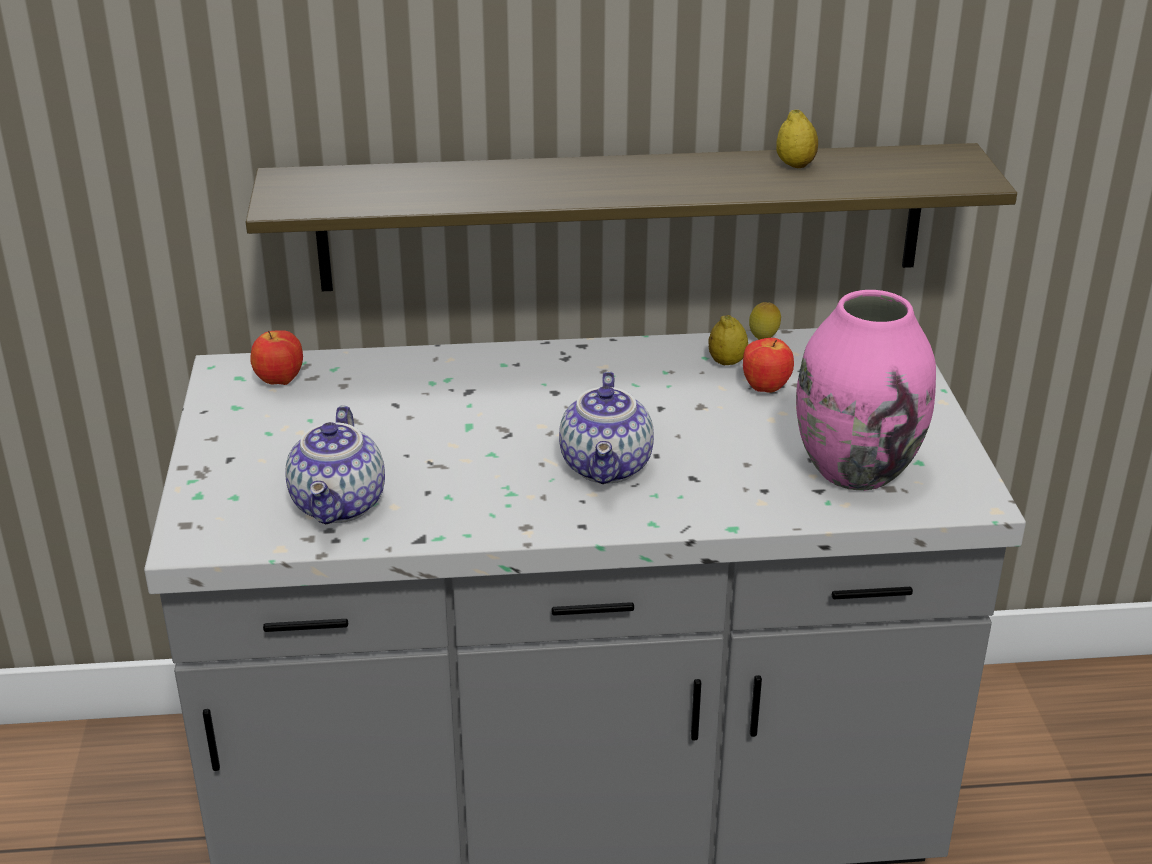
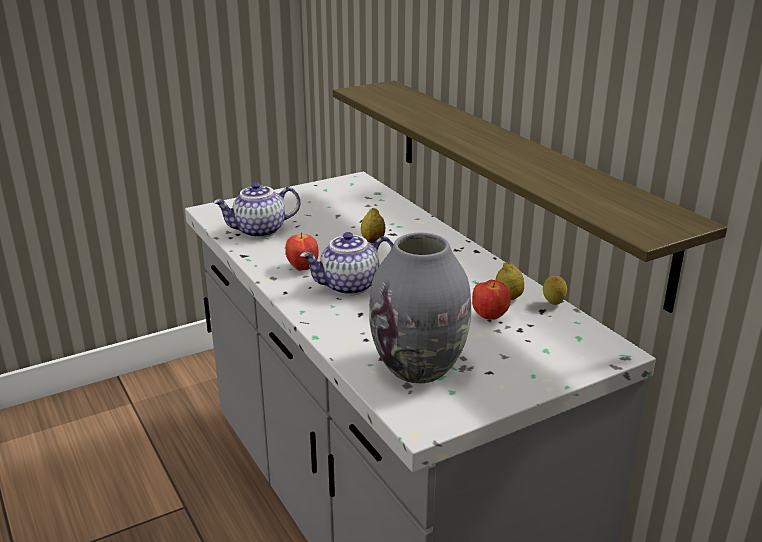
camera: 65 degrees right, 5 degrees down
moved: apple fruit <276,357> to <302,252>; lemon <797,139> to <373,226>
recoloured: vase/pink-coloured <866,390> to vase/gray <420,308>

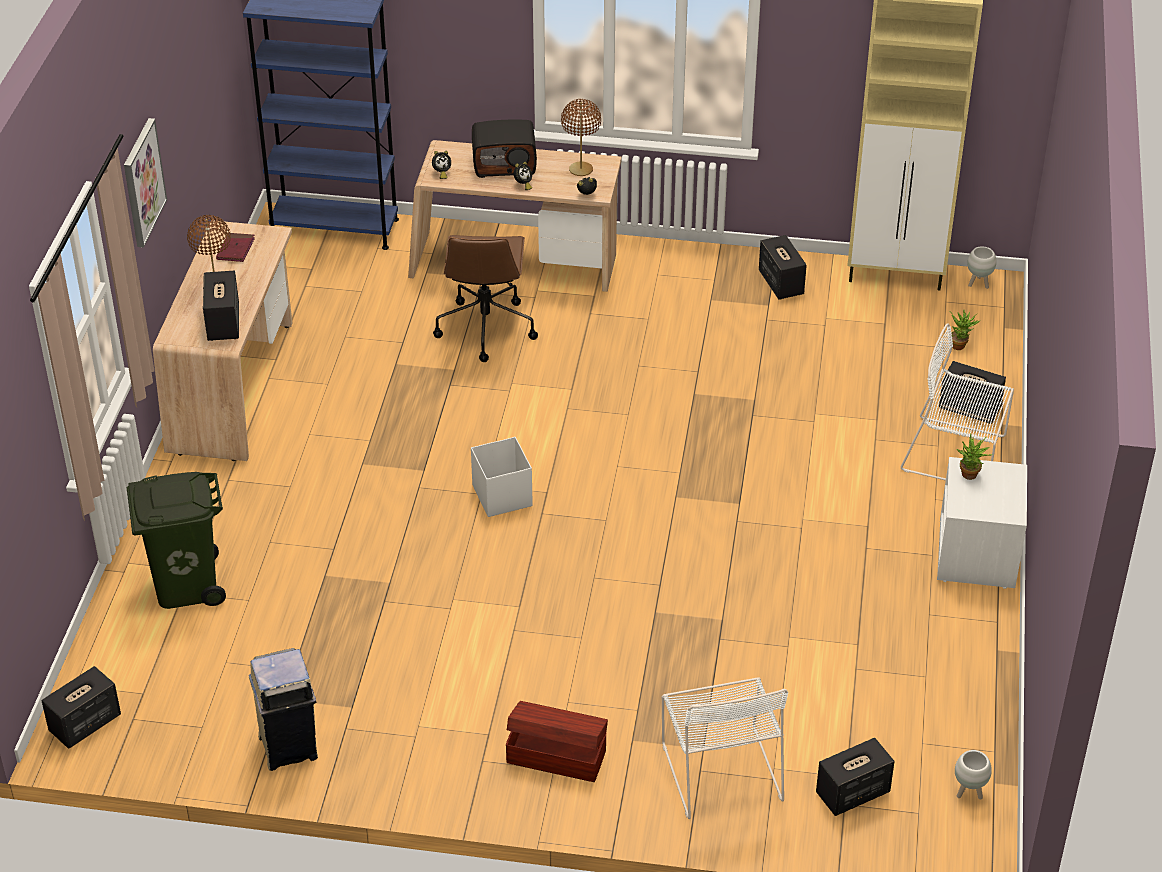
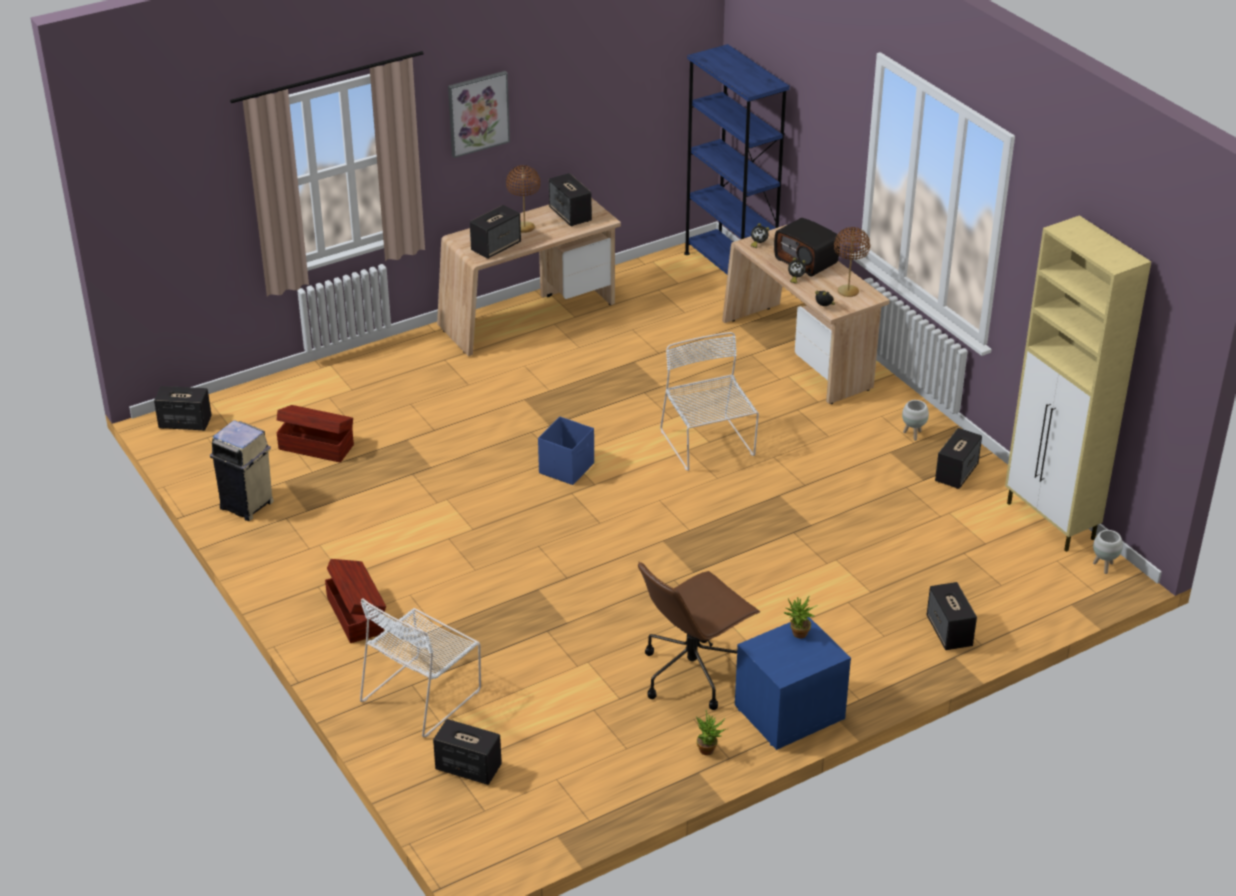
camera: 50 degrees right, 5 degrees down
removed: trash can/green-coloured <176,540>
added: storage bin/brown <315,434>
moved: desk chair/brown <485,298> to <699,636>; upright chair/white <957,402> to <709,401>; plant in a pot <964,329> to <711,732>; flower pot/white <973,774> to <915,420>
replaced: bound book/red-coloured <235,247> to loudspeaker <570,200>
recoloured: storage bin/white <502,477> to storage bin/bluish <566,451>; night table/white <982,523> to night table/bluish <793,683>

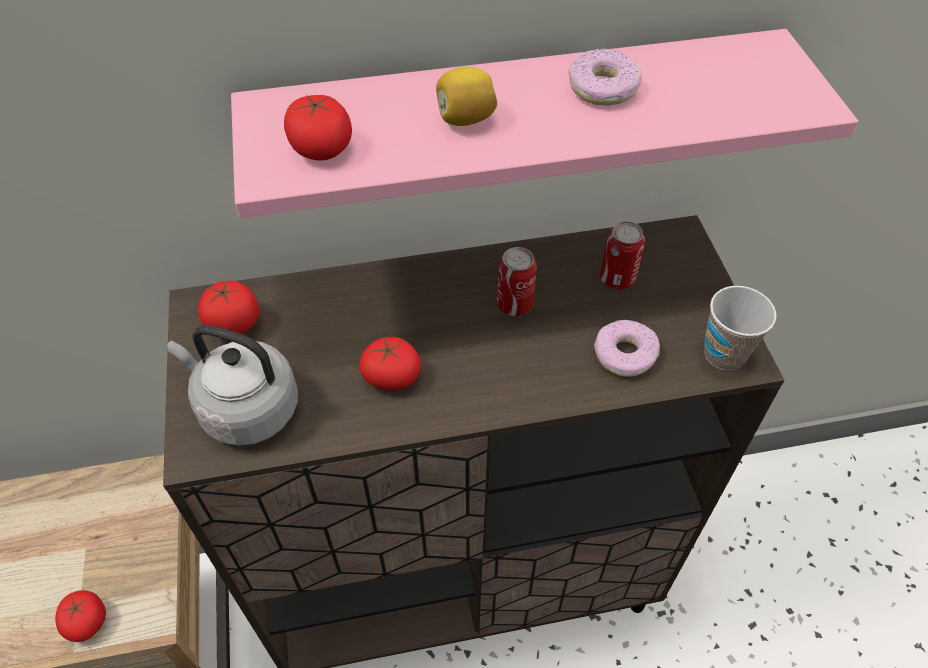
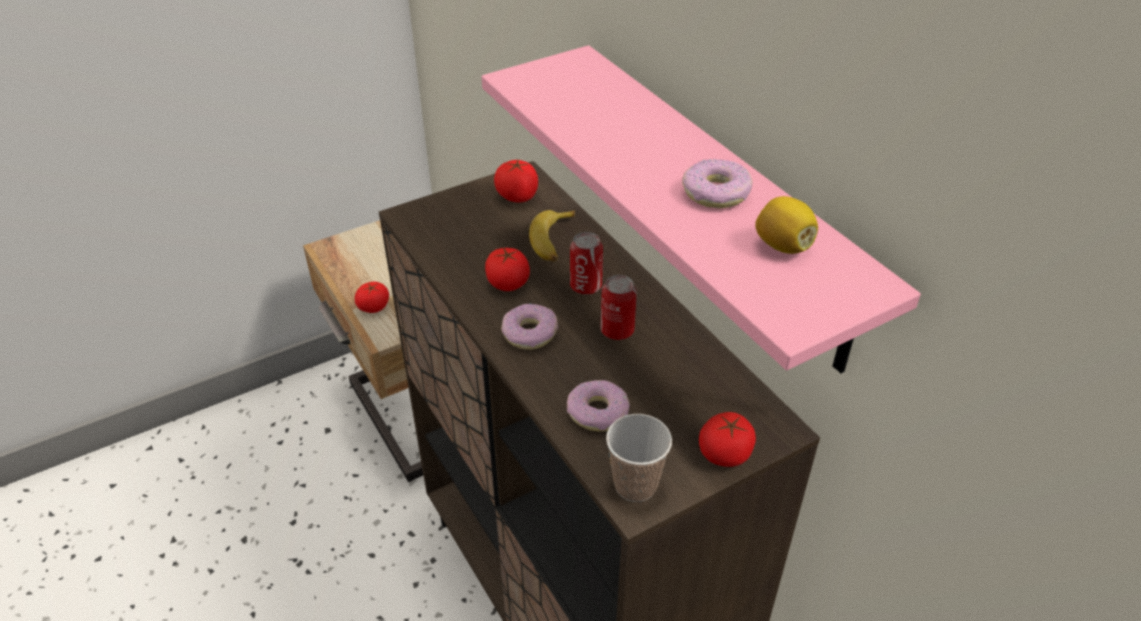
camera: 70 degrees right, 10 degrees down
removed: water kettle/gray <232,385>
added: donut <529,326>; banana <552,236>
moved: whole tomato <318,127> to <727,439>; lemon <466,96> to <786,225>; metal can <622,255> to <586,263>

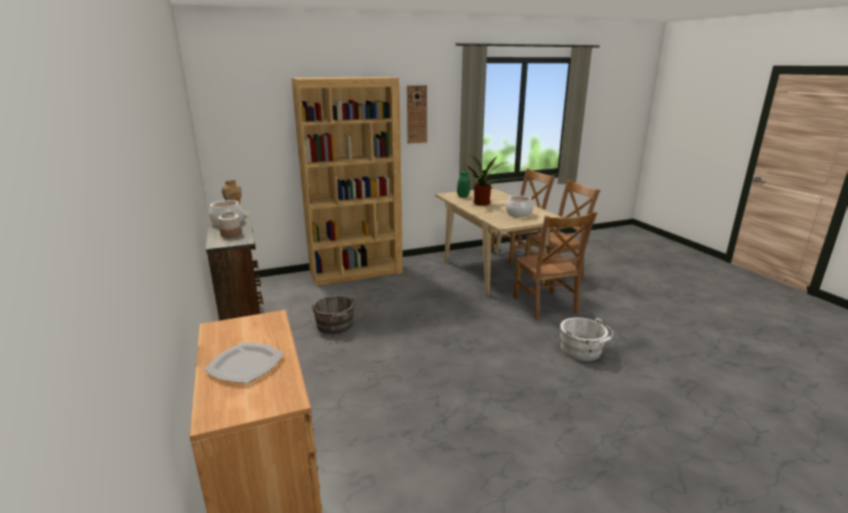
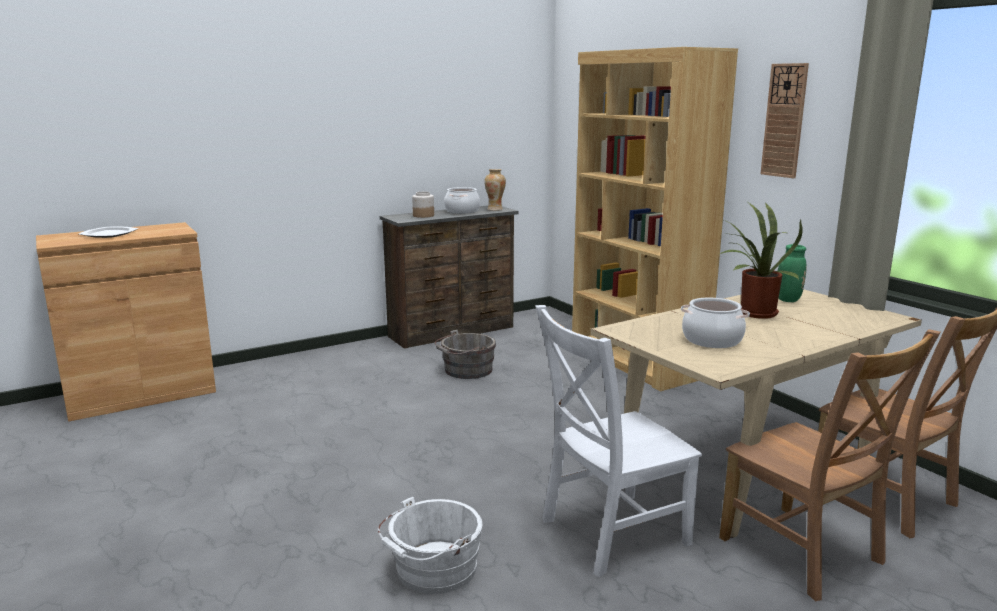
camera: 80 degrees right, 5 degrees down
recoloured: upright chair/brown <555,265> to upright chair/white <618,441>

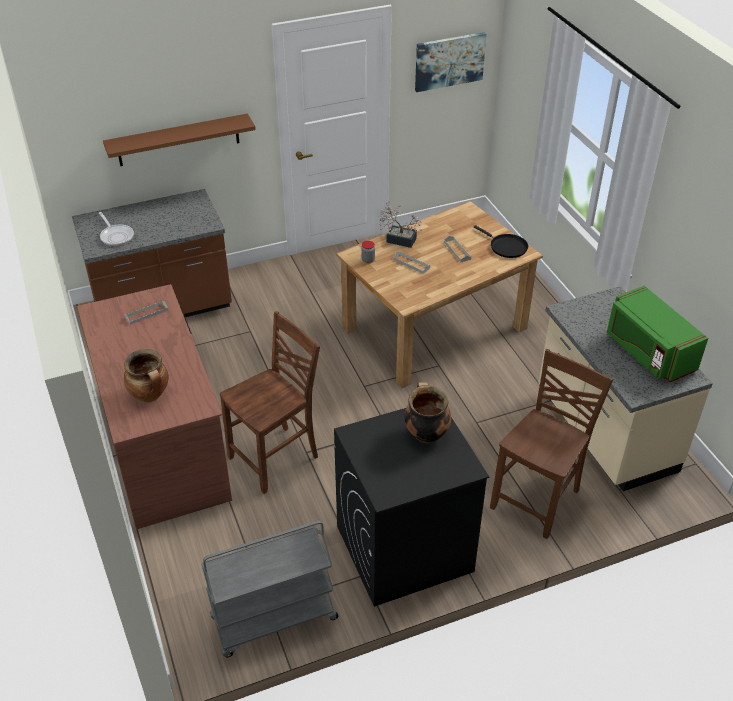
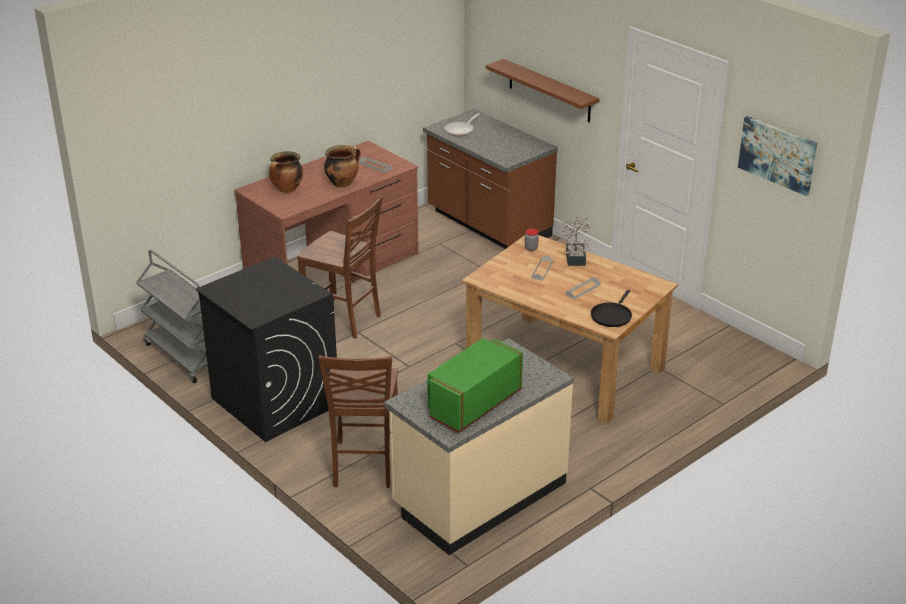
camera: 70 degrees right, 10 degrees down
moved: saucepot <427,412> to <342,166>
turned: upright chair/brown <551,444> = <358,421> 75 degrees clockwise

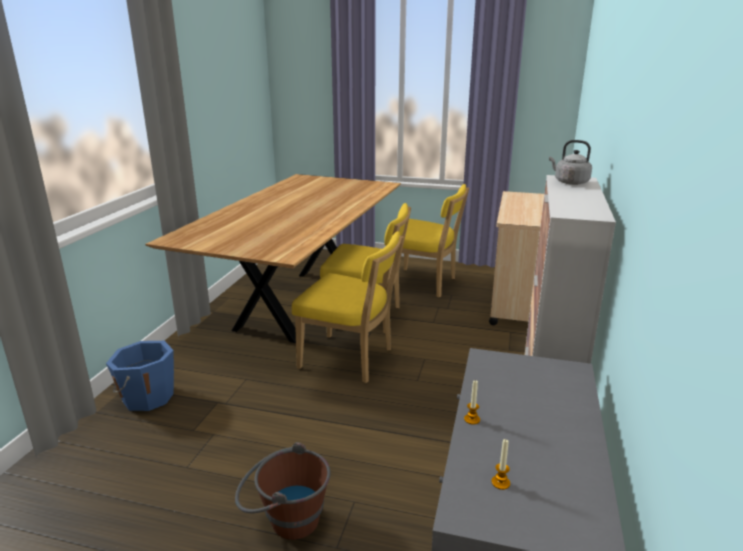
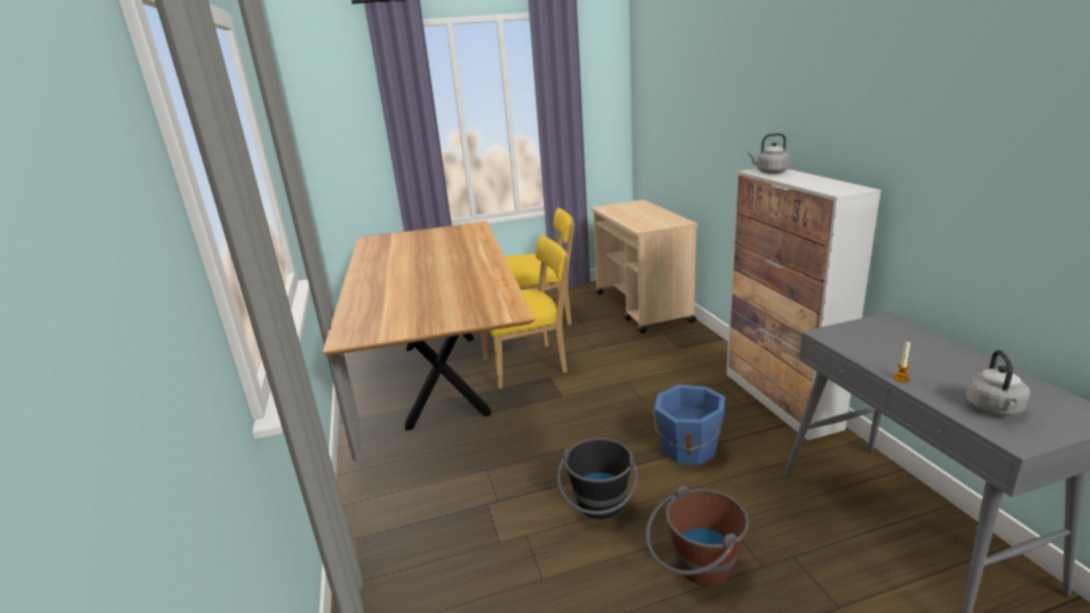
camera: 30 degrees left, 0 degrees up
removed: upright chair/yellow <348,307>
added: bucket/black-coloured <597,478>
moved: bucket/bluish <140,376> to <689,425>
replaced: wax candle <501,464> to water kettle/gray <998,383>

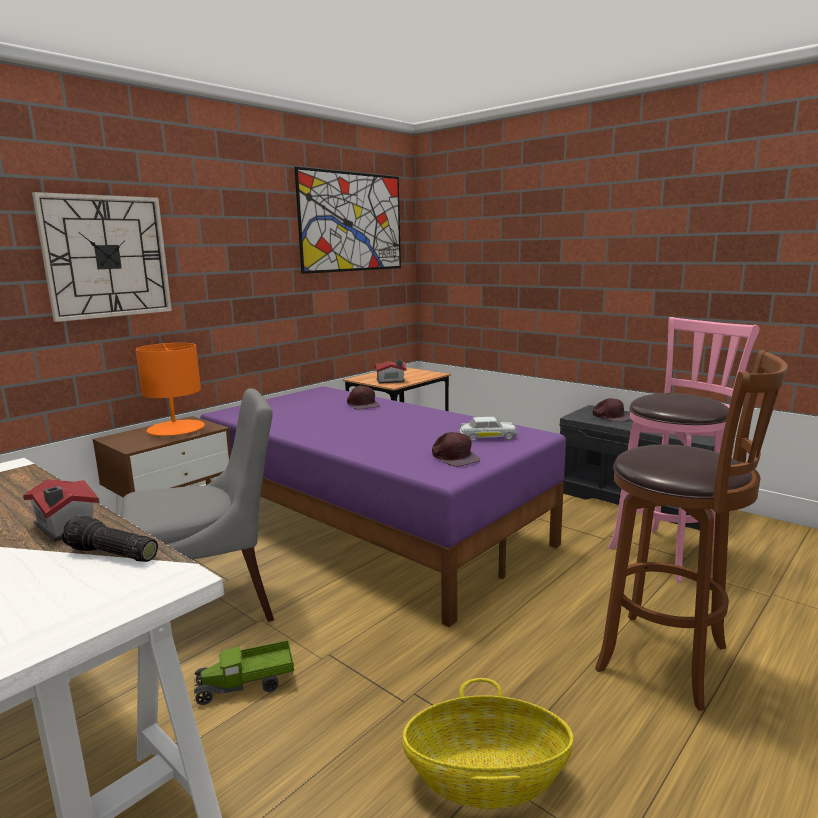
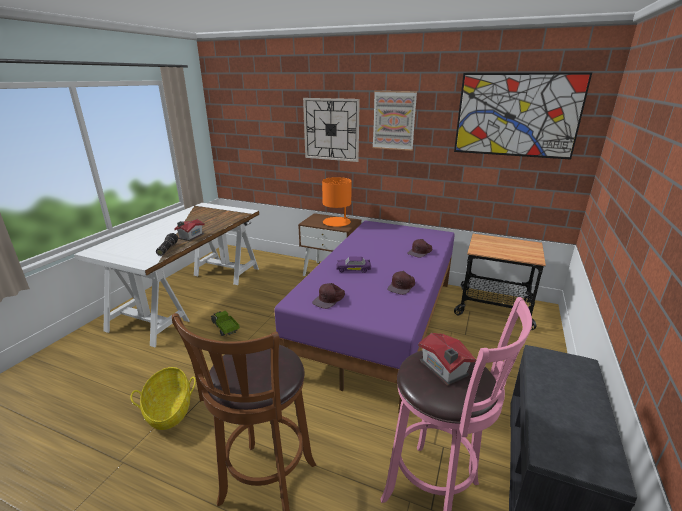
camera: 70 degrees right, 10 degrees up
removed: upright chair/gray <197,505>; toy car/white <488,429>
added: toy car/purple-coloured <353,265>; wall art <394,121>
moved: model house <390,372> to <447,359>; cap/brown <612,410> to <401,283>

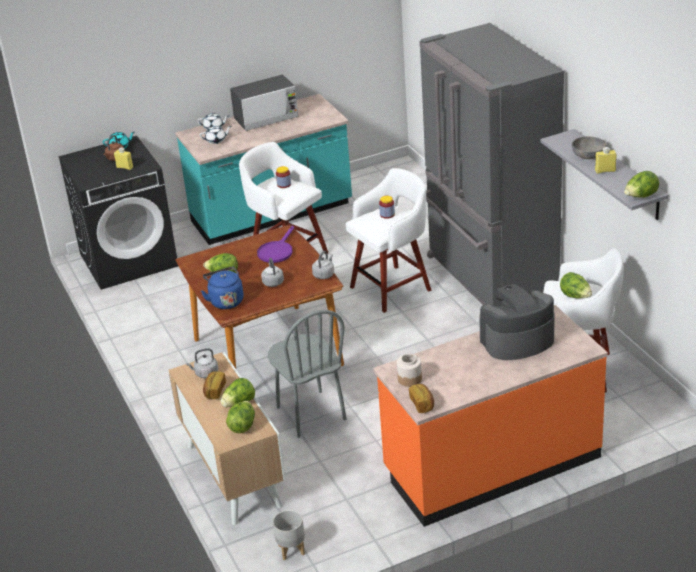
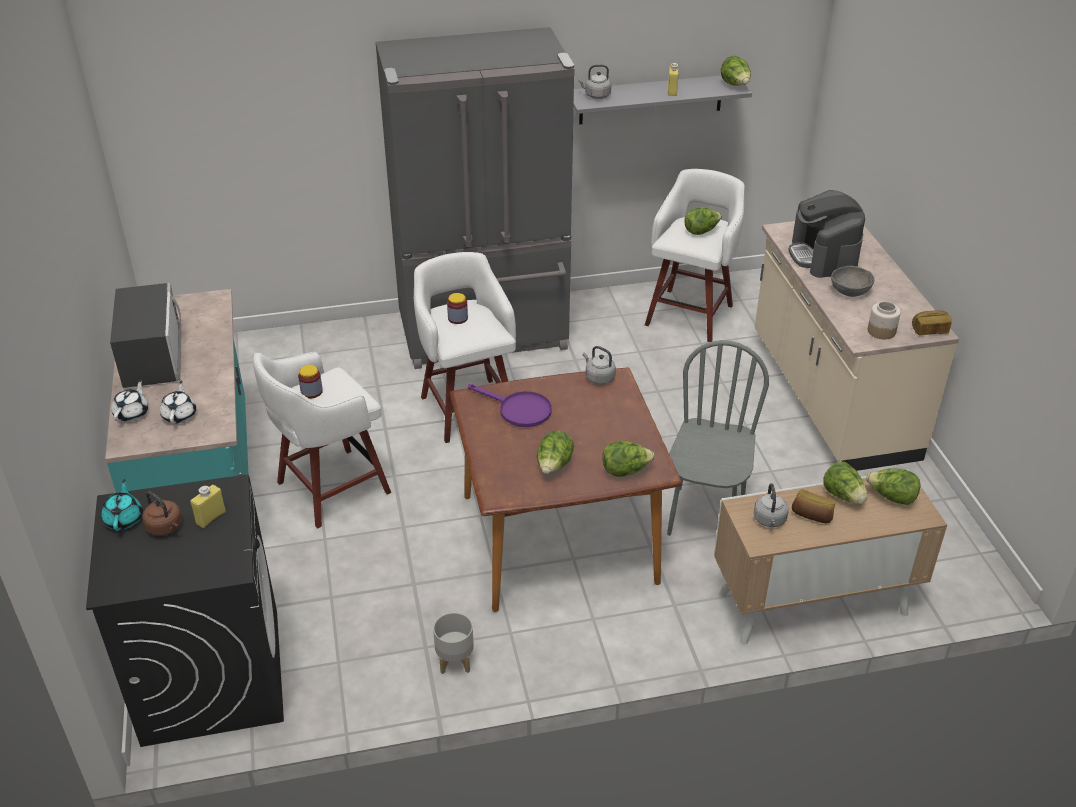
camera: 80 degrees left, 5 degrees up
moved: water kettle/gray <272,272> to <594,81>; flower pot/gray <289,535> to <453,643>; deep dish/gray <589,147> to <853,281>
replaced: water kettle/bluish <222,288> to head of lettuce <628,458>
recoloured: kitchen base unit/orange-coloured <490,416> to kitchen base unit/beige-coloured <857,346>
turned: upright chair/gray <307,374> = <718,438> 60 degrees counterclockwise

